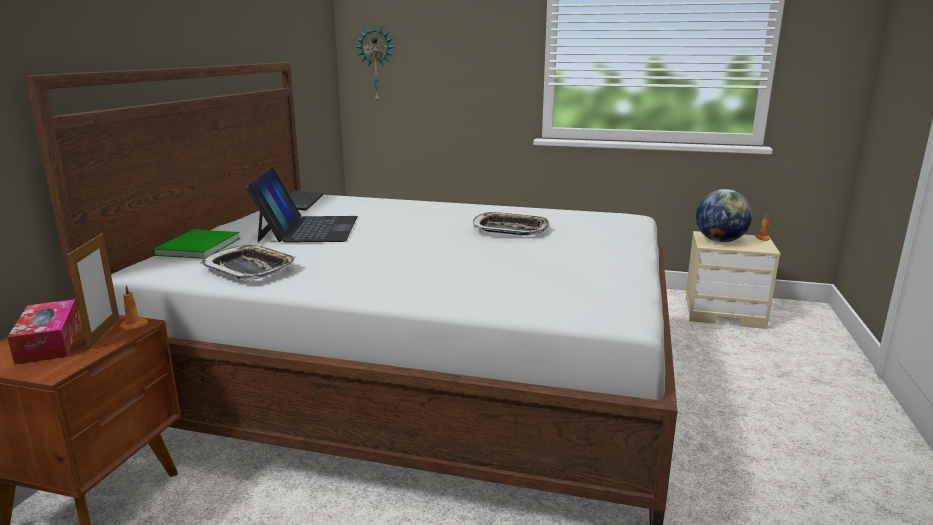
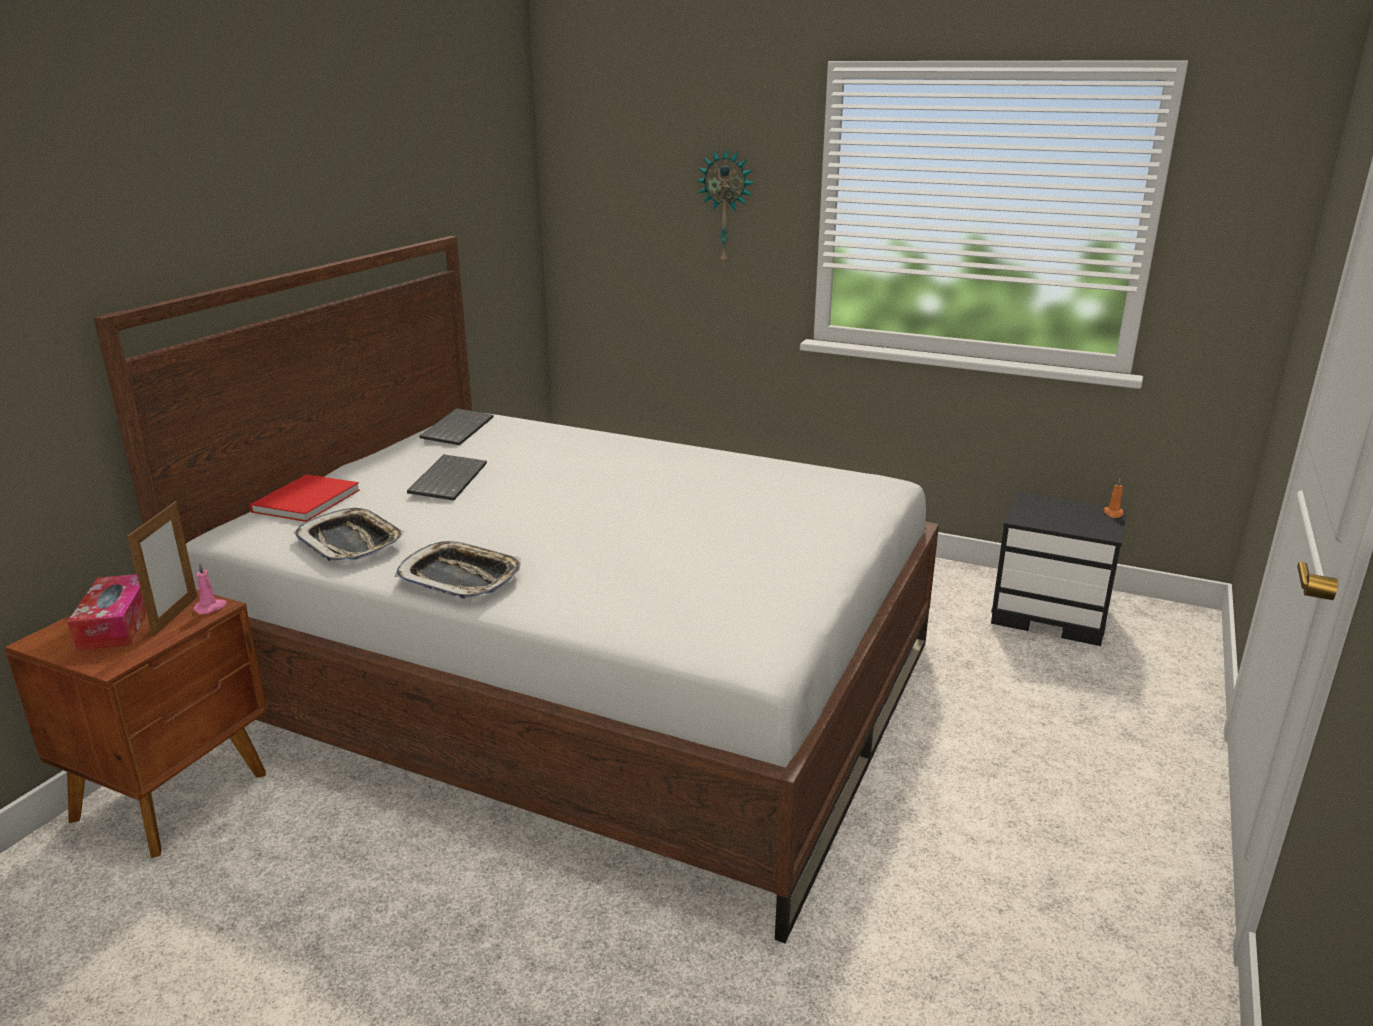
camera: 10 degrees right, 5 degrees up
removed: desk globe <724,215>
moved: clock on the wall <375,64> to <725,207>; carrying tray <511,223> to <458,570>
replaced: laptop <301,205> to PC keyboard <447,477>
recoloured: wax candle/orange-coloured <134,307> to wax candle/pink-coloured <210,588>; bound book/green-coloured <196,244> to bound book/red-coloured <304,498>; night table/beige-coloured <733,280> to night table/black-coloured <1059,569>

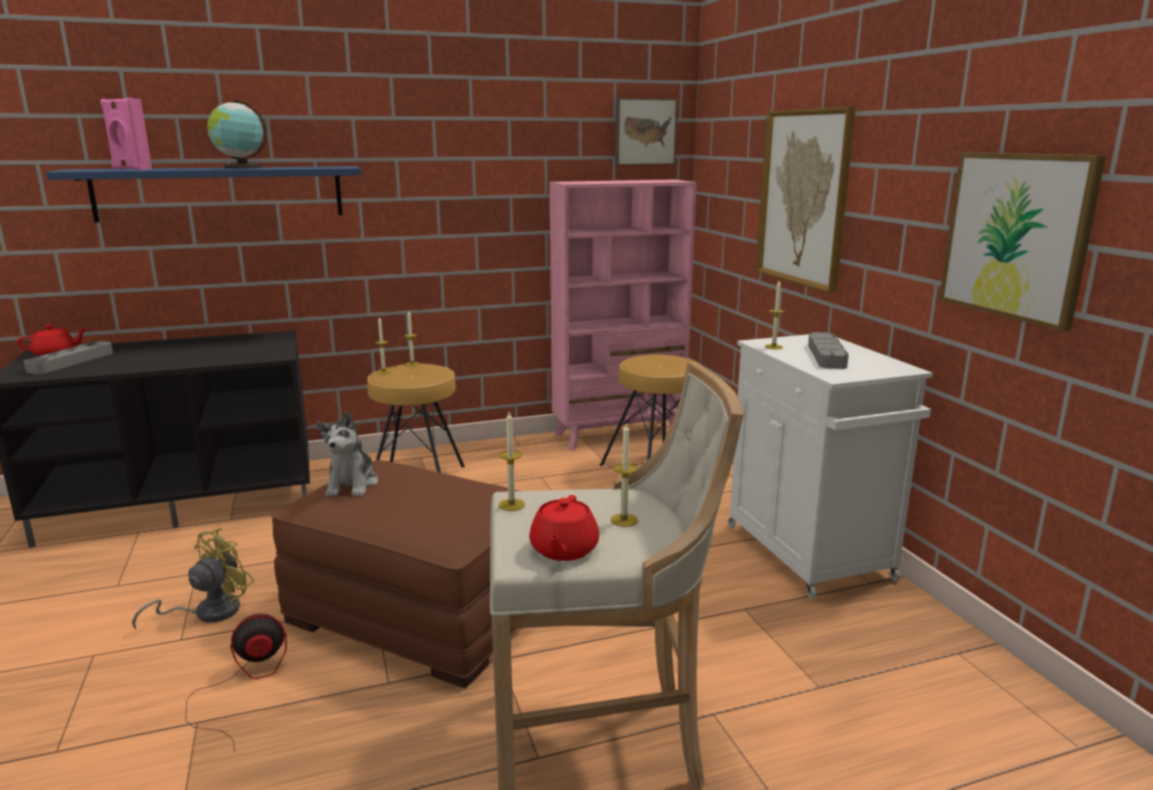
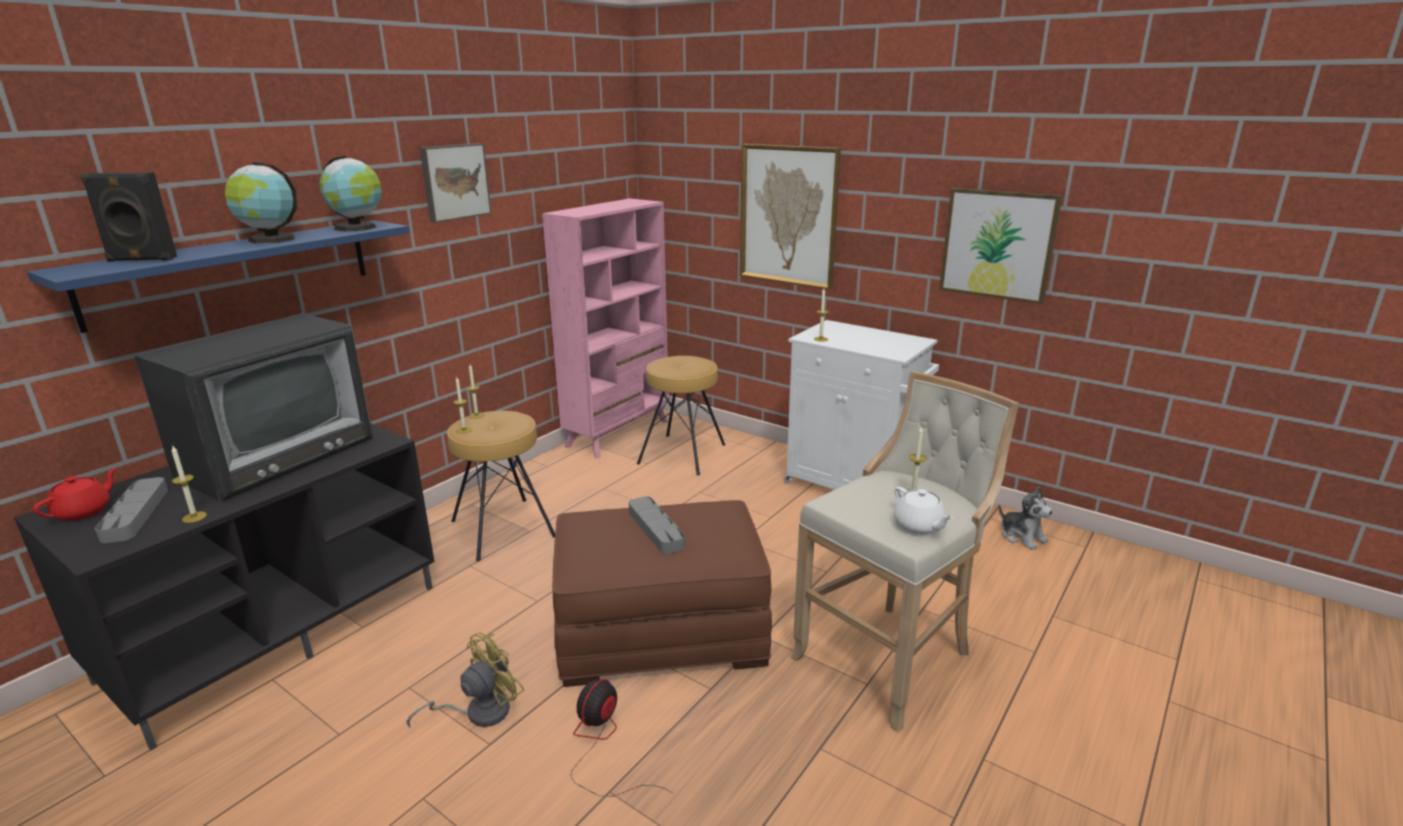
camera: 35 degrees left, 5 degrees up
added: TV <253,408>; desk globe <351,193>
moved: soft toy <347,454> to <1026,518>; wax candle <512,461> to <189,484>; wall art <646,131> to <455,183>; carrying tray/gray <828,350> to <657,525>
recoloured: loudspeaker/pink-coloured <126,134> to loudspeaker/black-coloured <128,217>; tea pot/red-coloured <564,528> to tea pot/white <923,510>
turned: cooling fan/yellow <193,579> = <465,680> 45 degrees clockwise

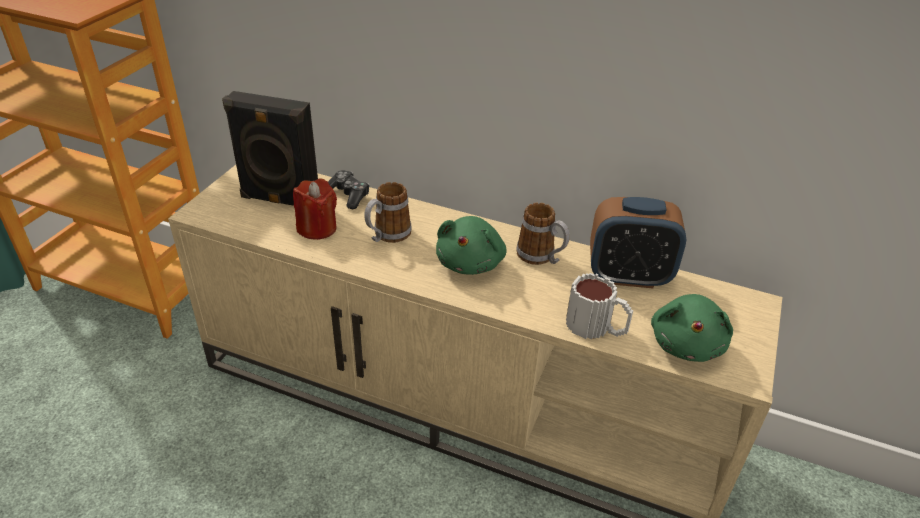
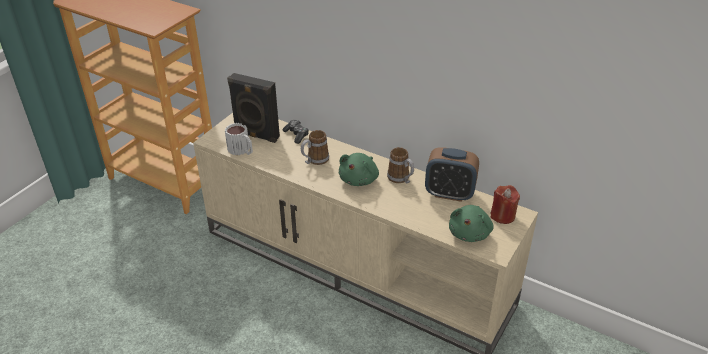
camera: 10 degrees right, 0 degrees up
moved: wax candle/red-coloured <315,209> to <505,204>; tea mug <600,306> to <239,139>

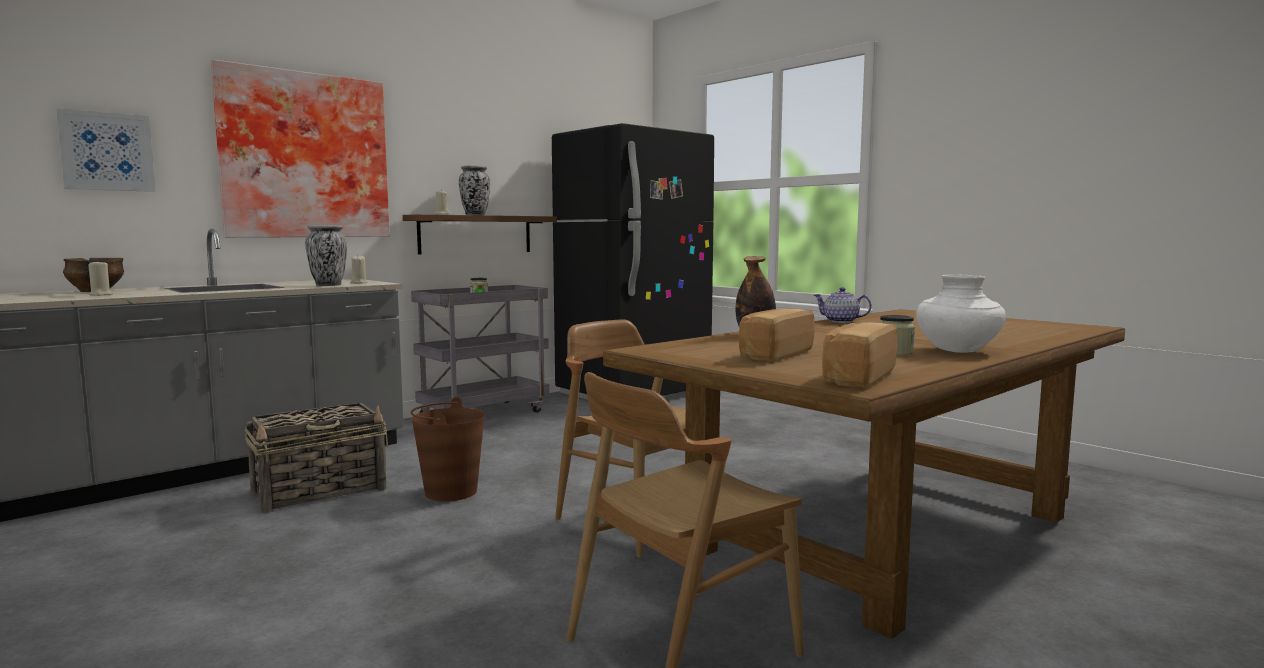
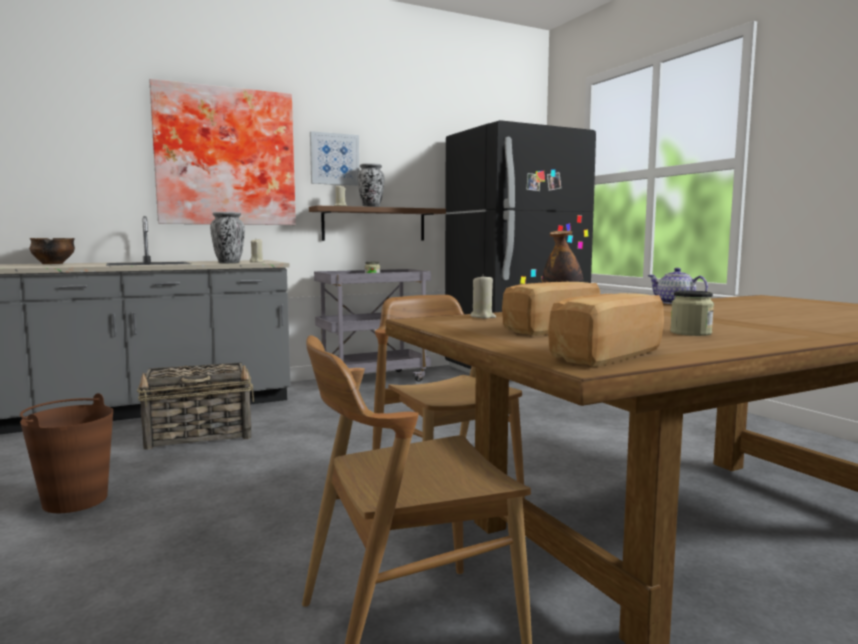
camera: 15 degrees right, 0 degrees up
removed: vase/white <961,313>
moved: wall art <105,150> to <334,158>; wax candle/beige-coloured <100,278> to <483,296>; bucket/brown <448,449> to <66,453>

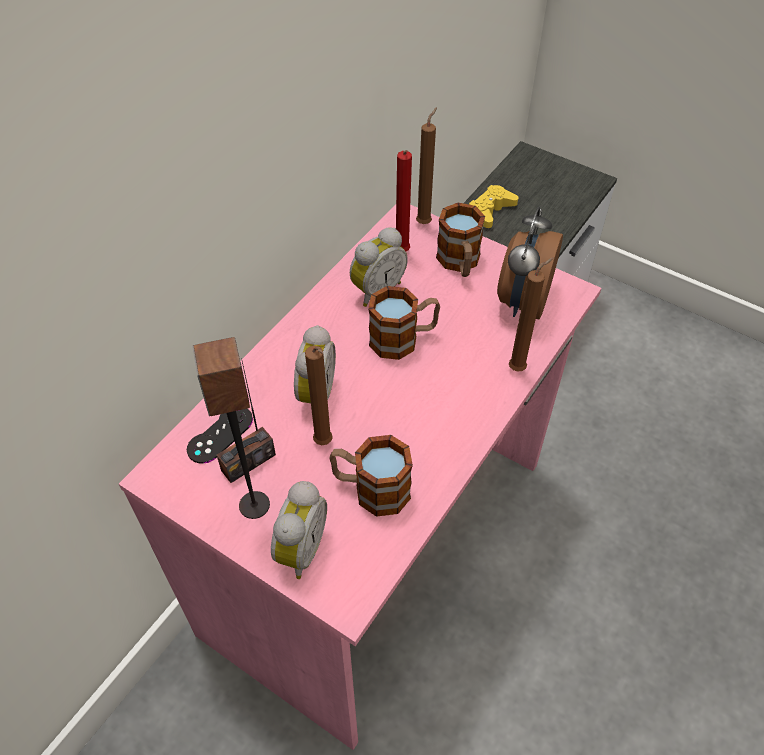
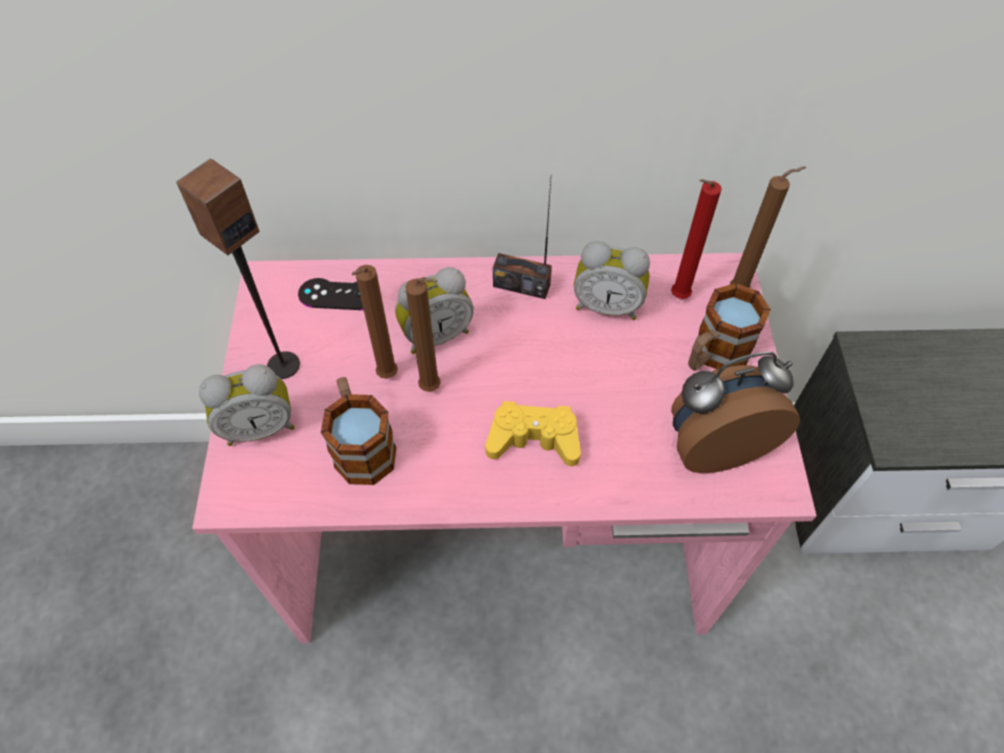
camera: 55 degrees right, 5 degrees up
removed: tea mug <404,323>
moved: radio receiver <246,420> to <522,239>; joypad/yellow <493,206> to <533,433>; wax candle/brown <531,314> to <423,334>

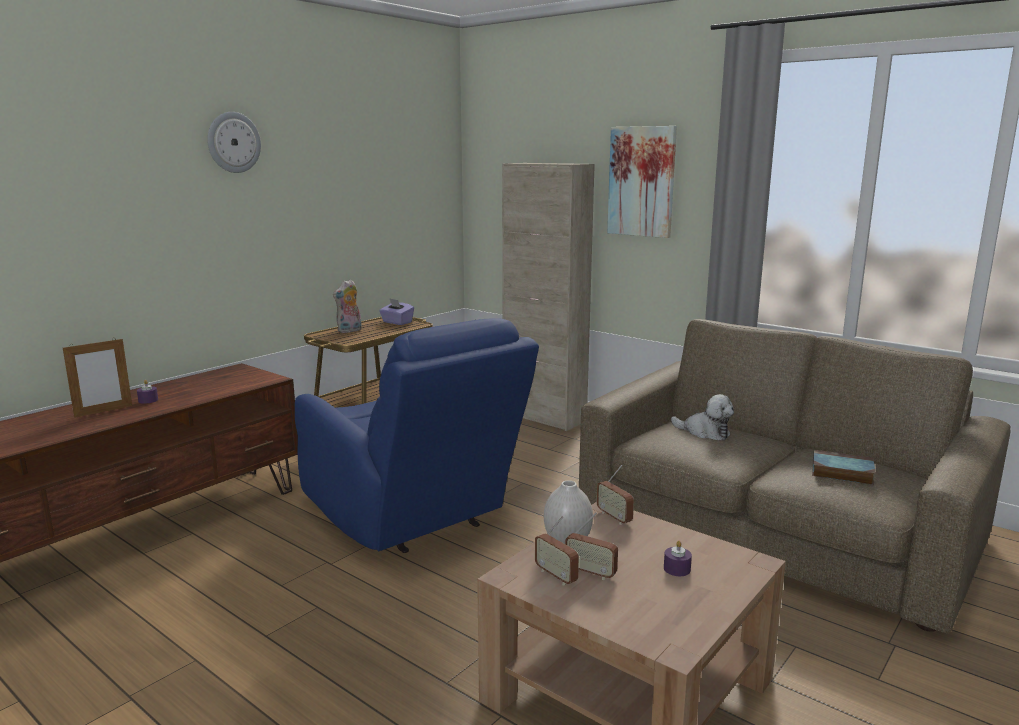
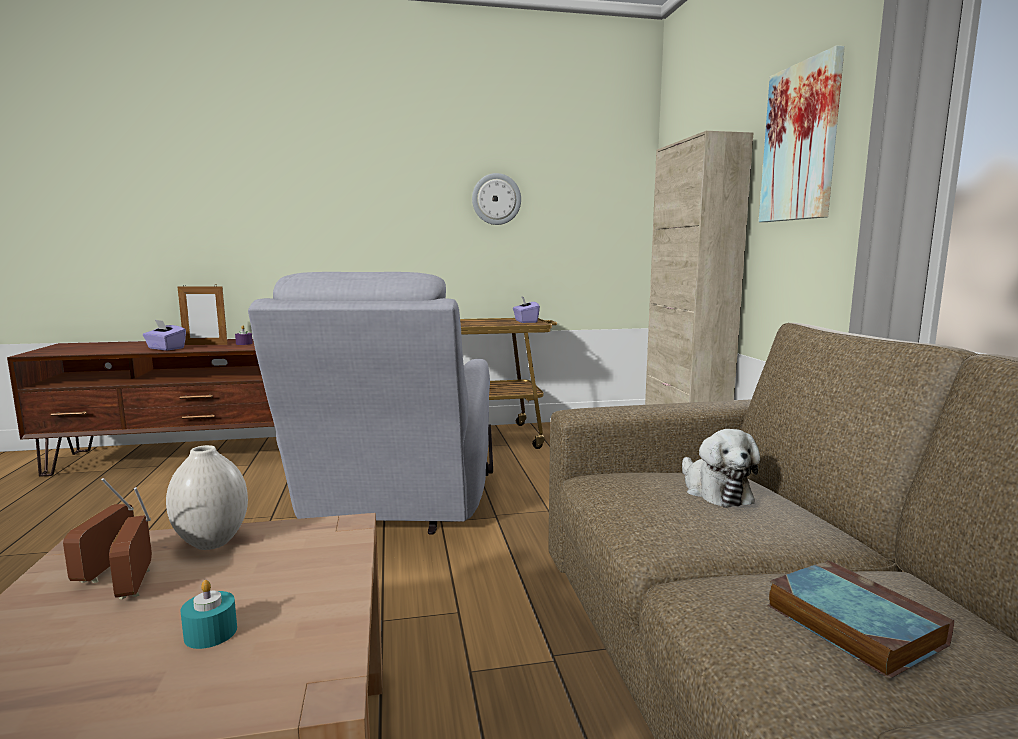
camera: 40 degrees right, 5 degrees down
removed: soft toy <347,306>; radio receiver <615,495>
added: tissue holder/purple-coloured <164,335>
moved: clock on the wall <234,142> to <496,199>
recoloured: easy chair/bluish <417,435> to easy chair/gray <370,403>; wax candle/purple-coloured <678,558> to wax candle/turquoise-coloured <208,614>

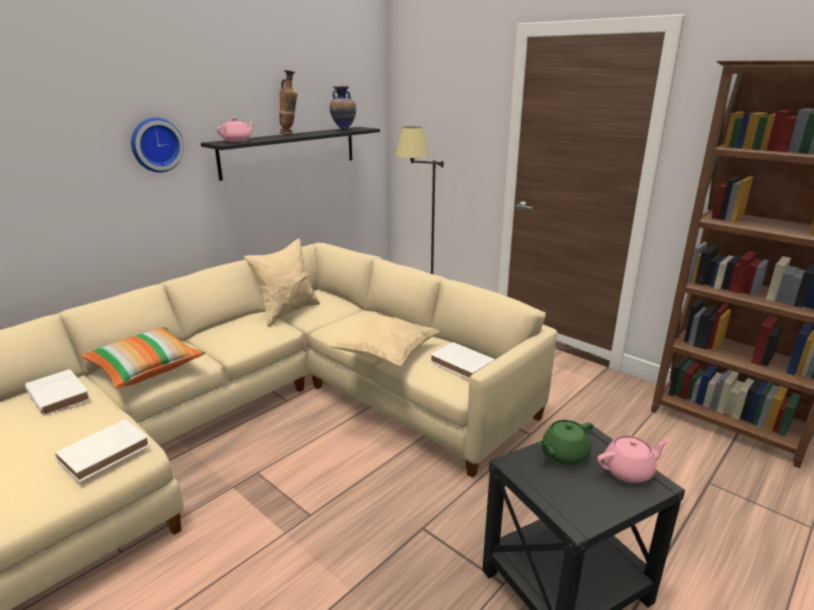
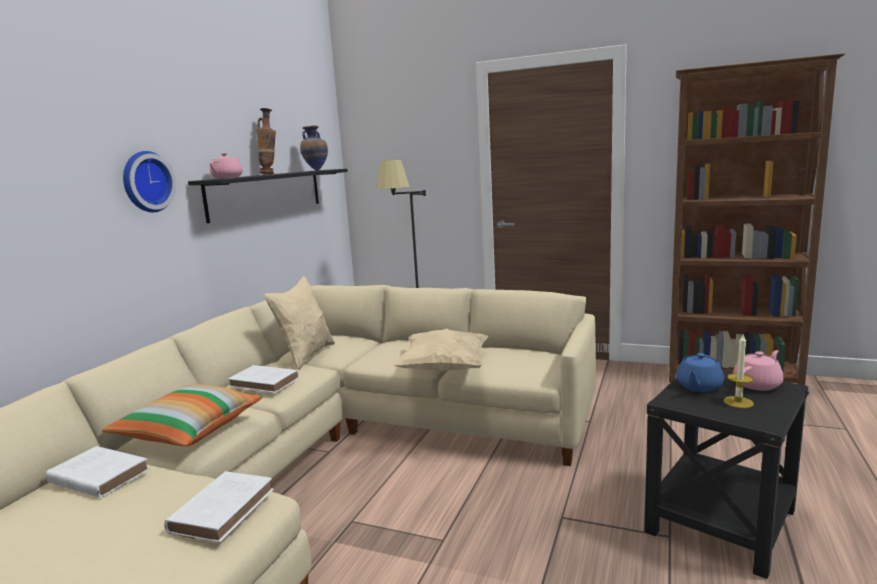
camera: 20 degrees left, 10 degrees down
added: wax candle <739,370>
moved: bound book/white <462,361> to <263,379>
recoloured: tea pot/green-coloured <565,442> to tea pot/bluish <700,372>

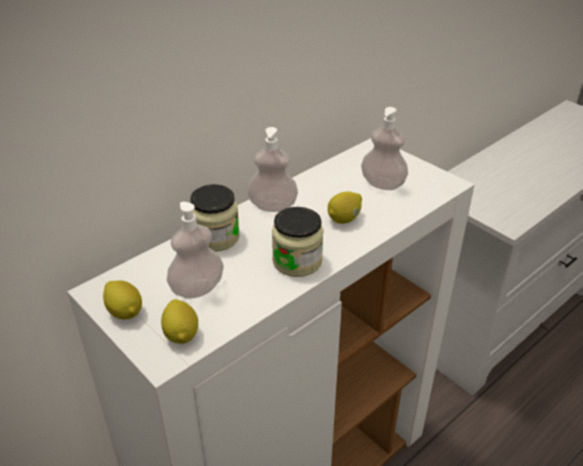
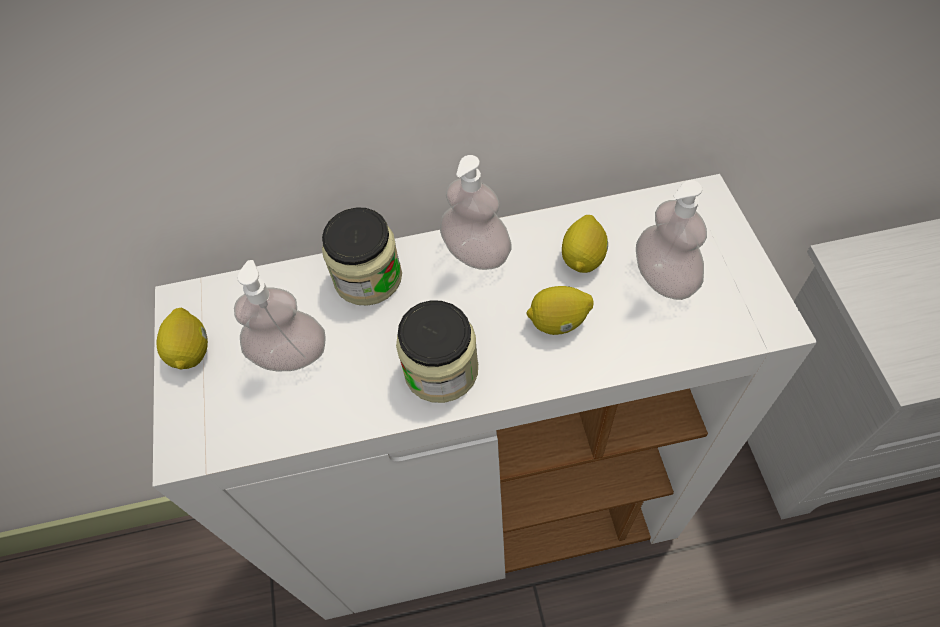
camera: 35 degrees right, 20 degrees up
moved: lemon <179,321> to <585,244>

